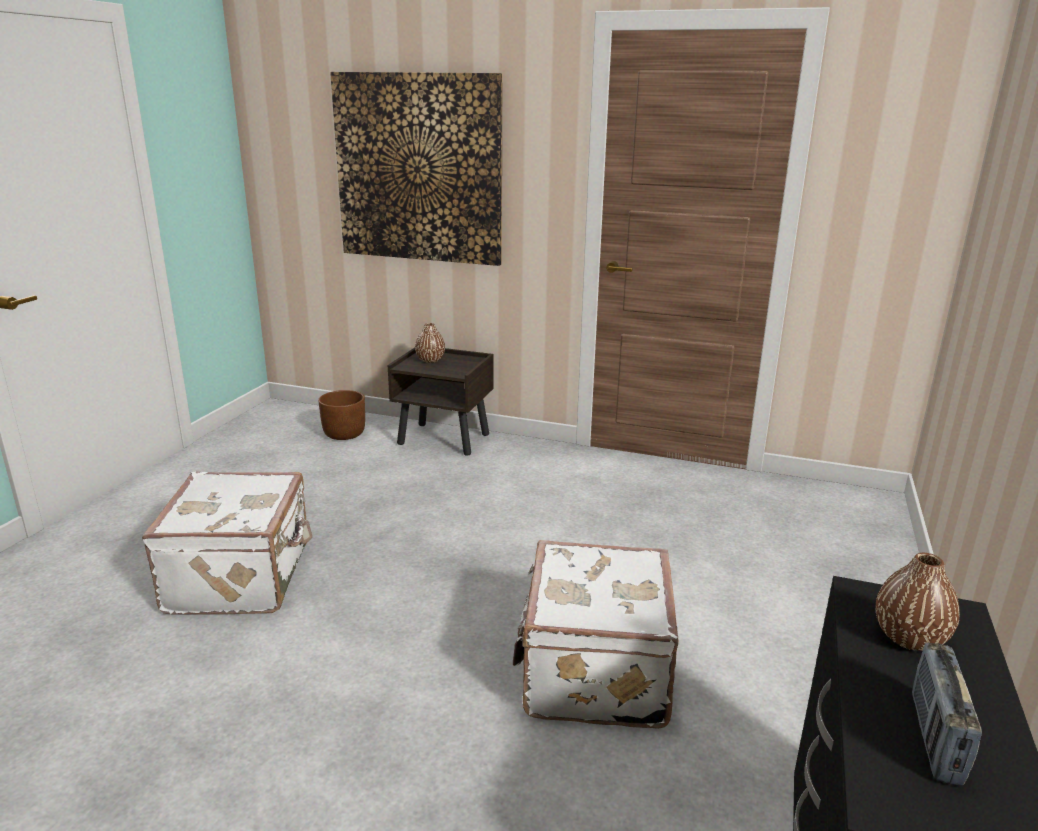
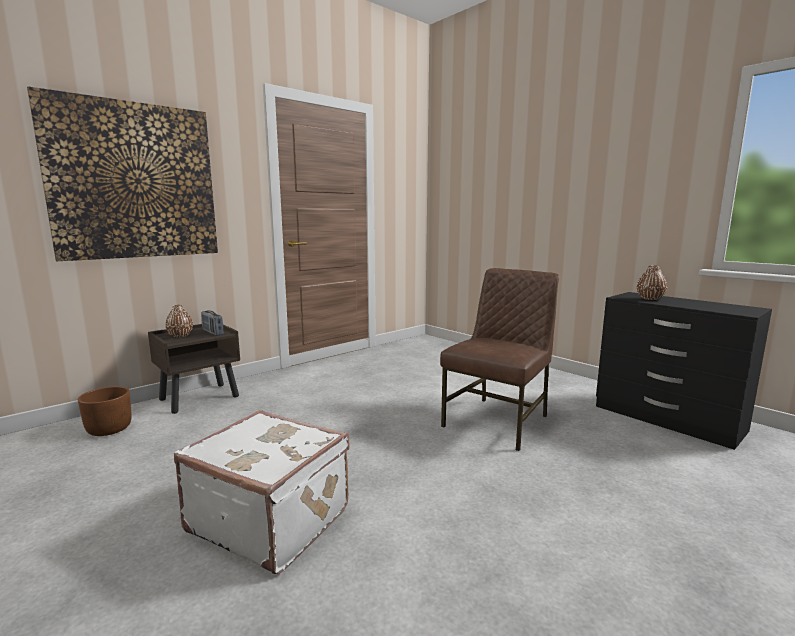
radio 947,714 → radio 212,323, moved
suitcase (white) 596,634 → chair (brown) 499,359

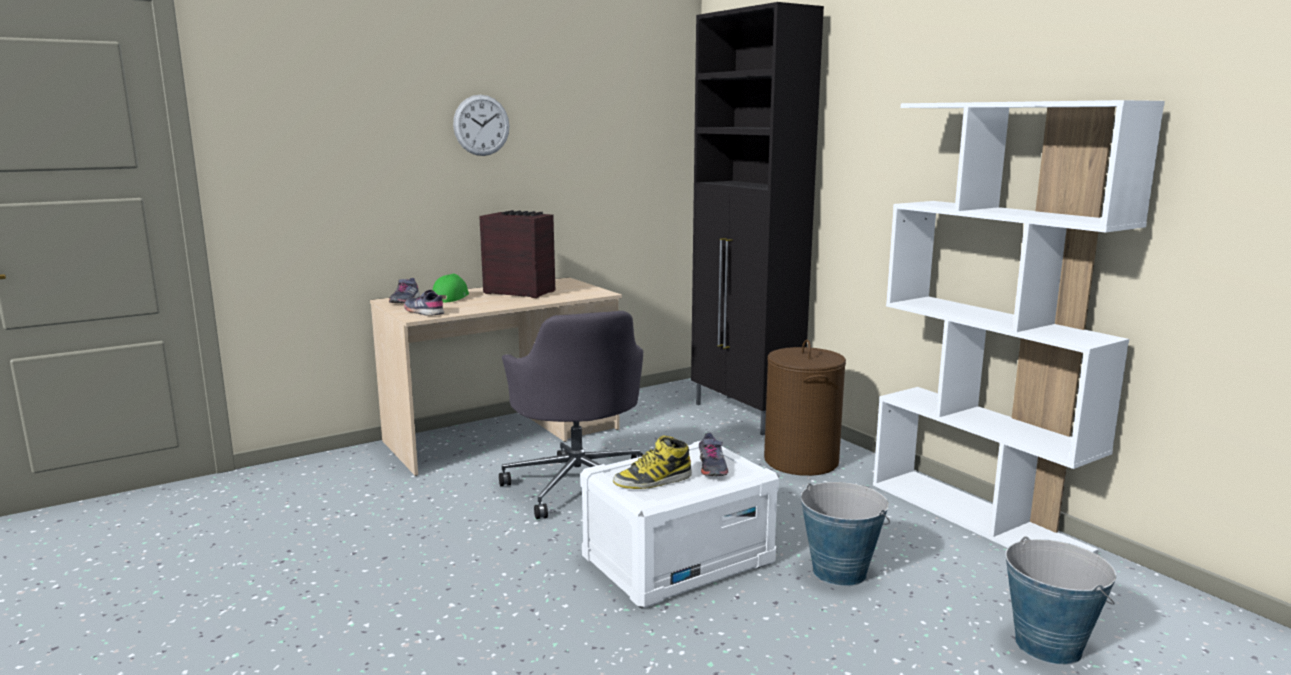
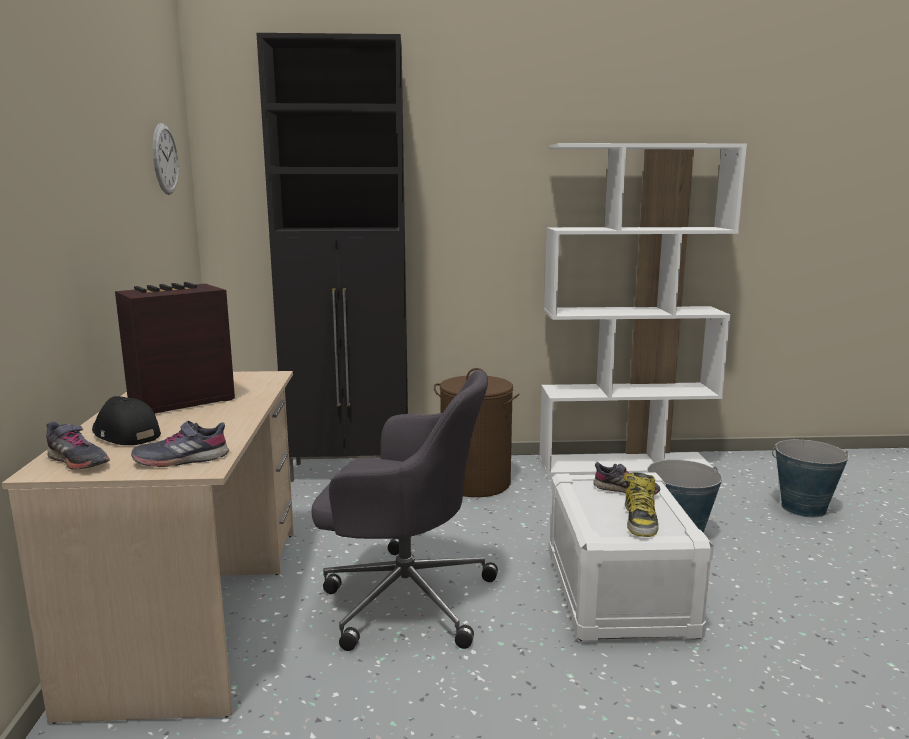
cap (green) 451,288 → cap (black) 126,420
wall clock 481,125 → wall clock 166,159, moved

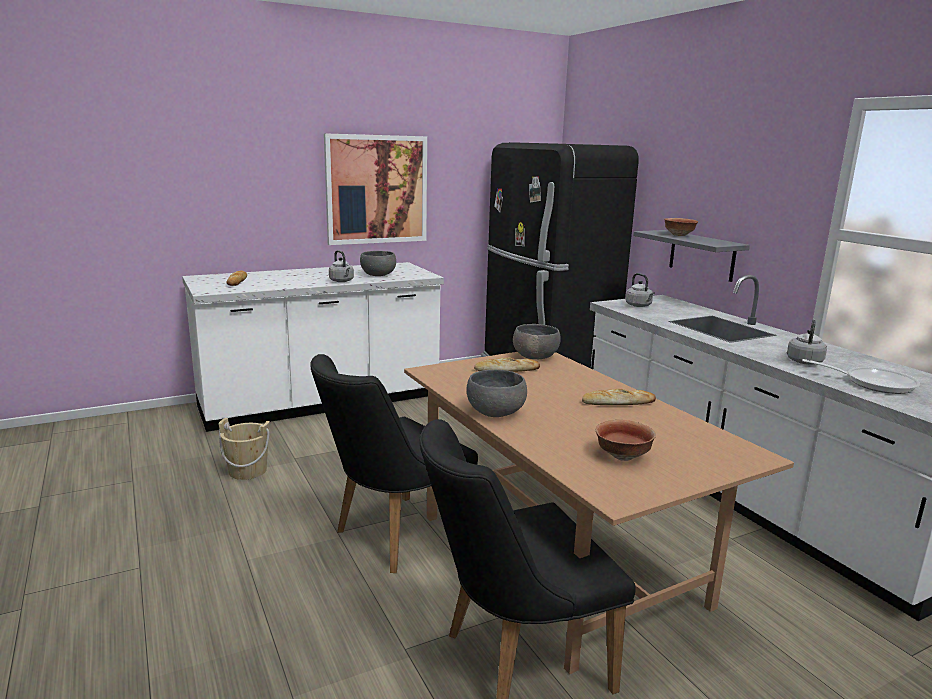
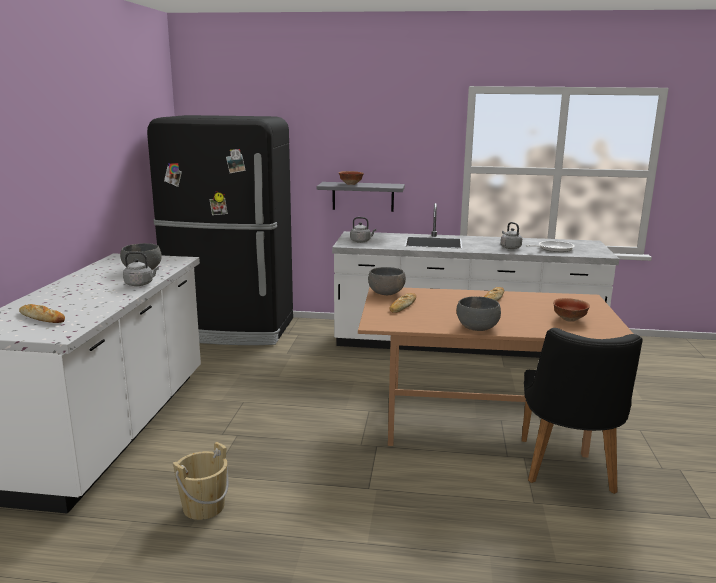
chair (black) 394,463 → -
picture 375,189 → -

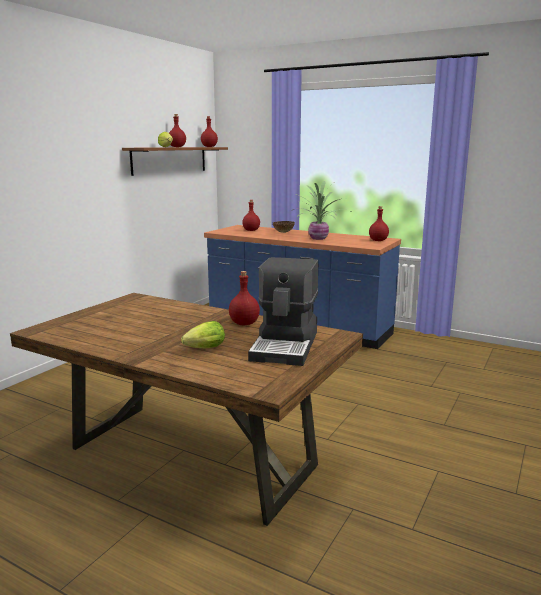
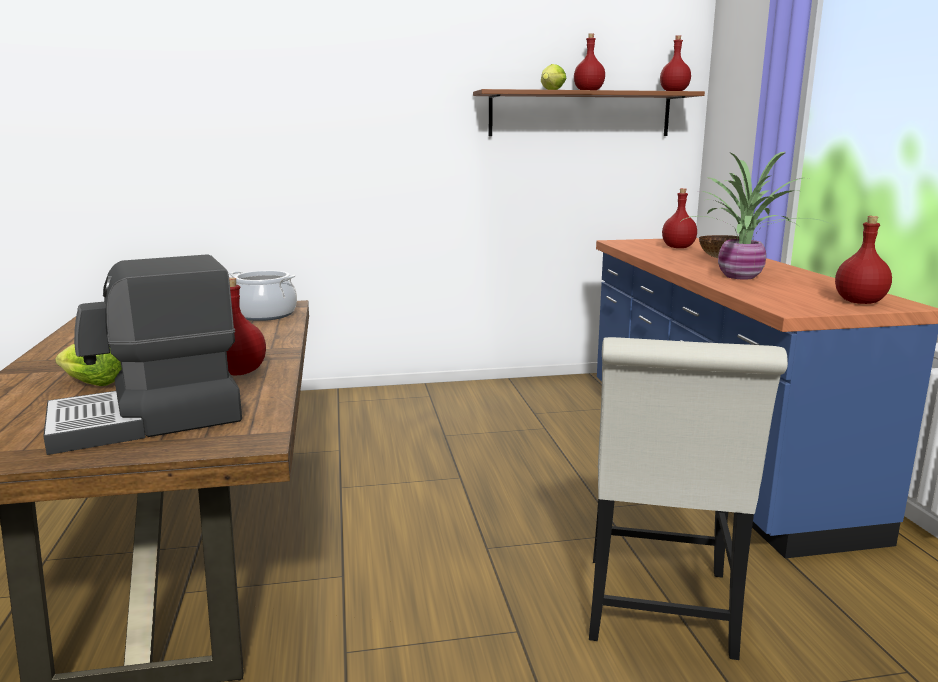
- → cooking pot 263,296
- → chair (white) 688,498

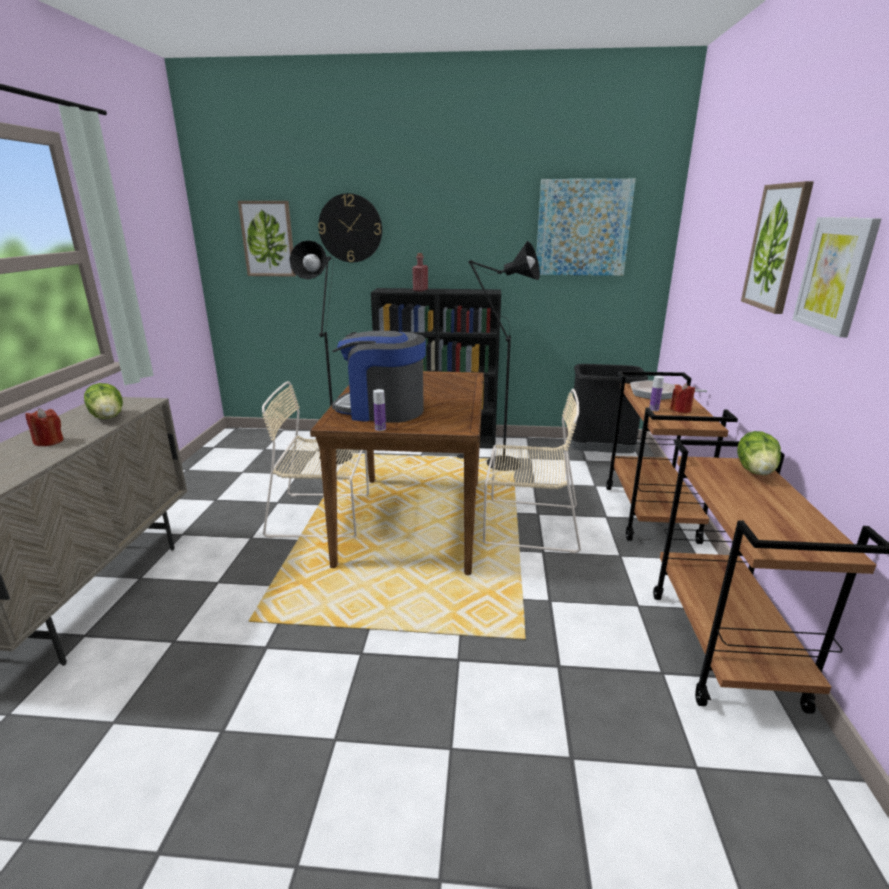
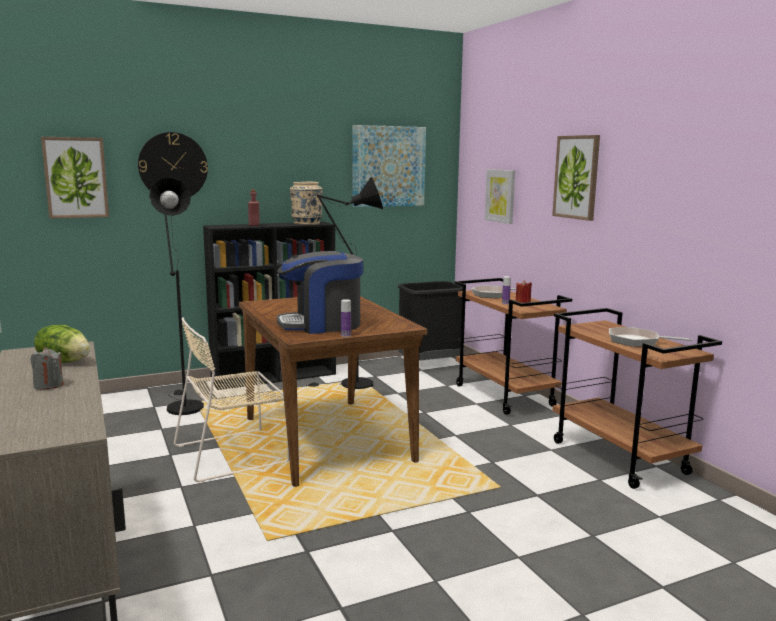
candle (red) 44,427 → candle (grey) 46,368
- → vase (beige) 306,203
picture 836,277 → picture 499,196, moved
- → frying pan 651,337
chair (beige) 532,471 → -
lettuce 759,453 → -

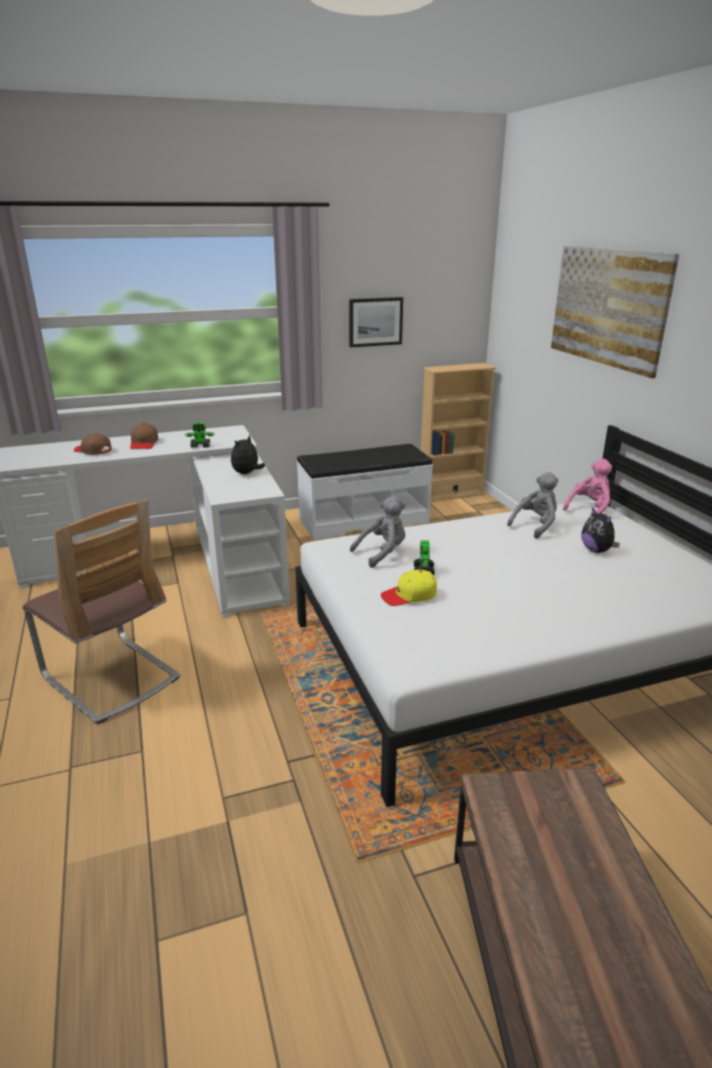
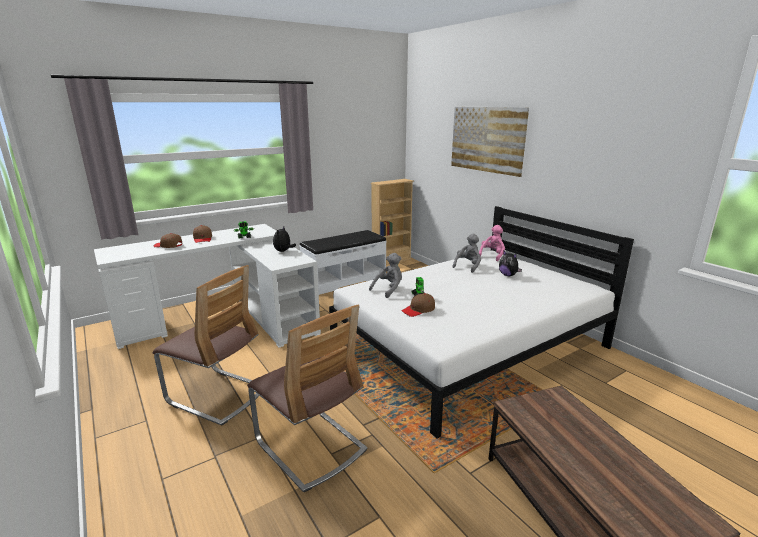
- → chair 307,398
cap (yellow) 409,588 → cap (brown) 418,305
picture 376,322 → -

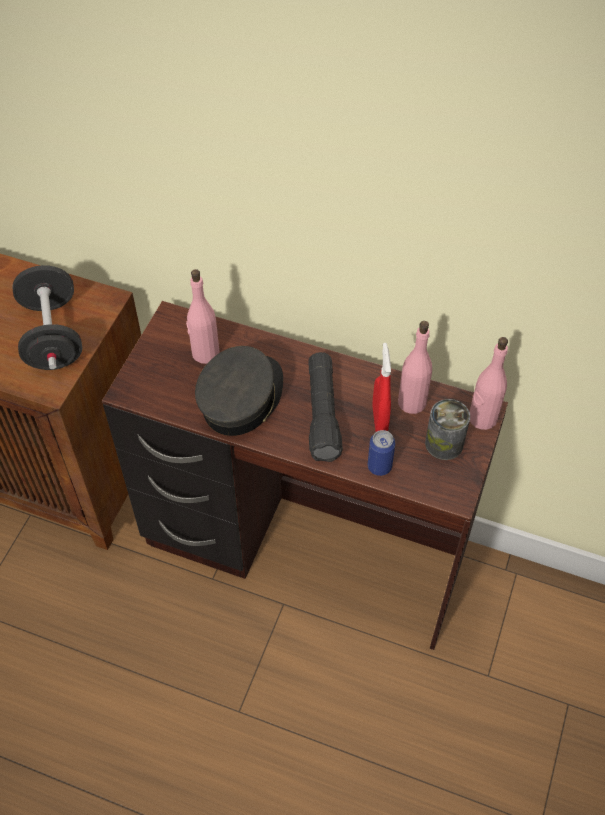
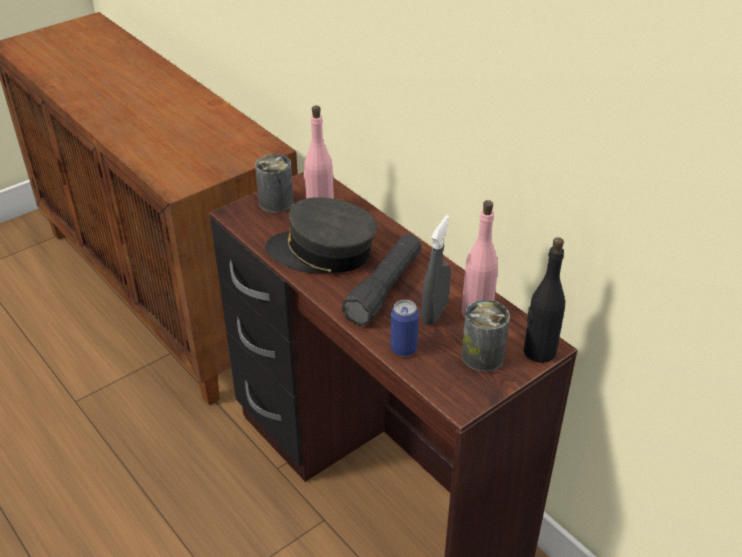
- → can 274,183
cap (grey) 239,391 → cap (grey) 321,235, 135 degrees counterclockwise
spray bottle (red) 381,387 → spray bottle (grey) 436,270
bottle (pink) 489,383 → bottle (black) 544,300
dumbbell (black) 47,317 → -

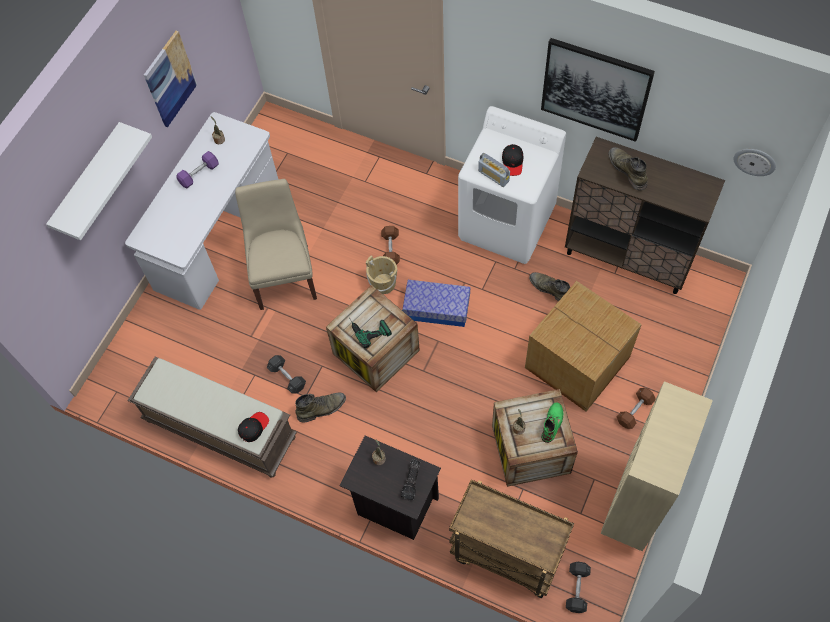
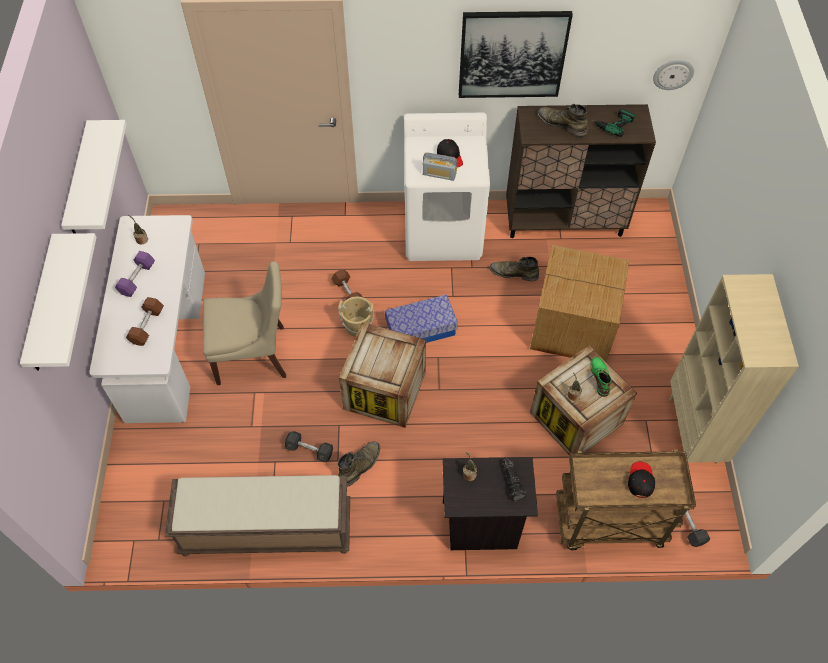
picture 170,79 → shelf (white) 94,177
dumbbell (brown) 636,408 → dumbbell (brown) 145,321, moved
chair (beige) 276,244 → chair (beige) 244,323, 120 degrees clockwise
power drill 371,333 → power drill 612,123, moved
cap (black) 253,427 → cap (black) 641,479, moved

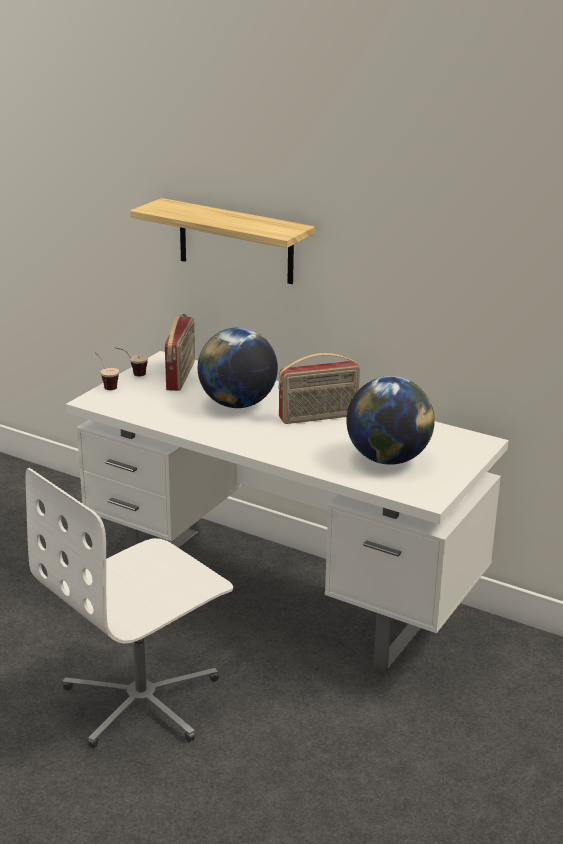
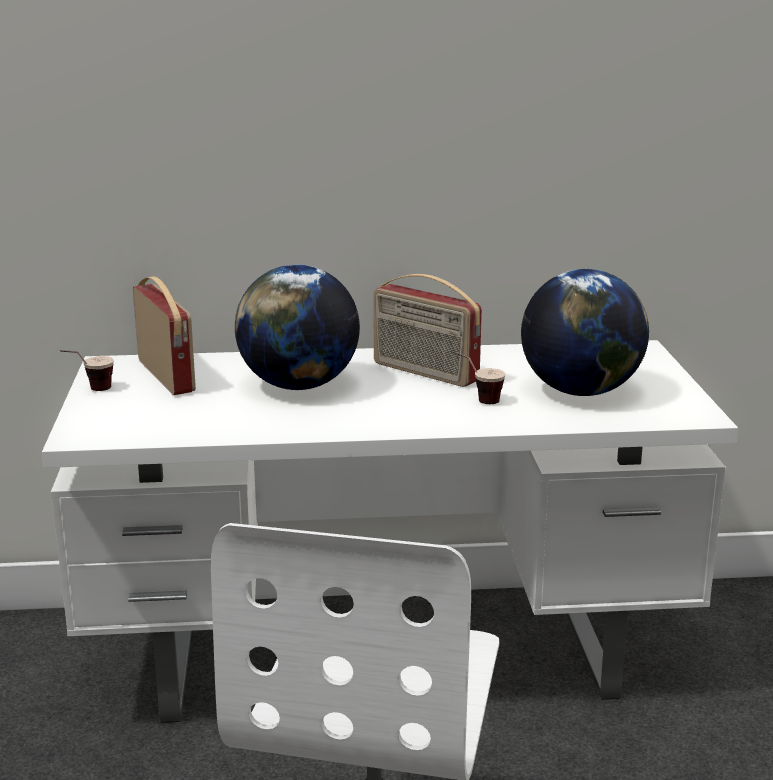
radio 319,388 → radio 427,330, 90 degrees clockwise
cup 107,371 → cup 478,377, moved
shelf 222,241 → -

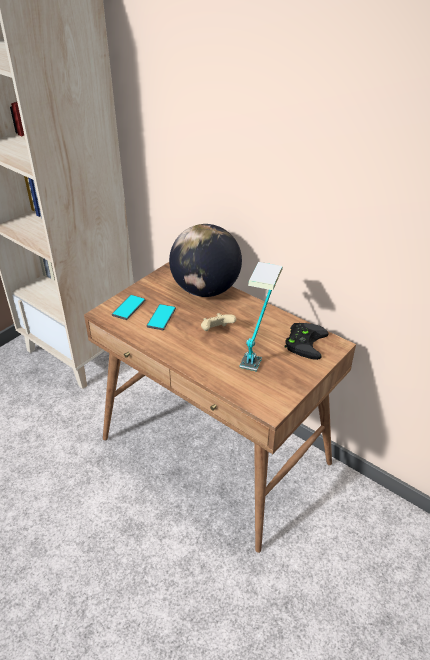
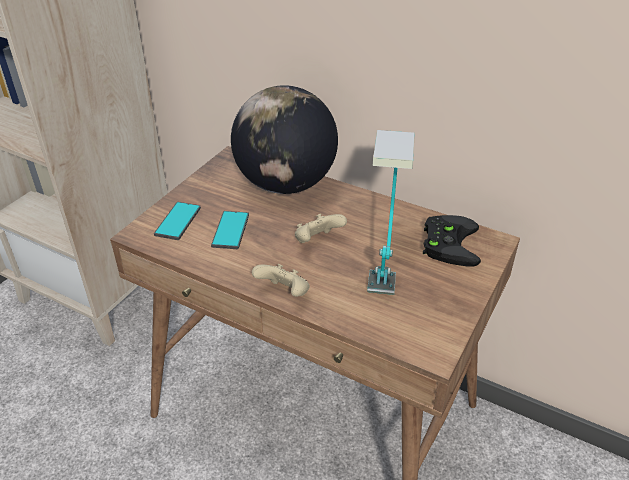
- → game controller (beige) 281,280

